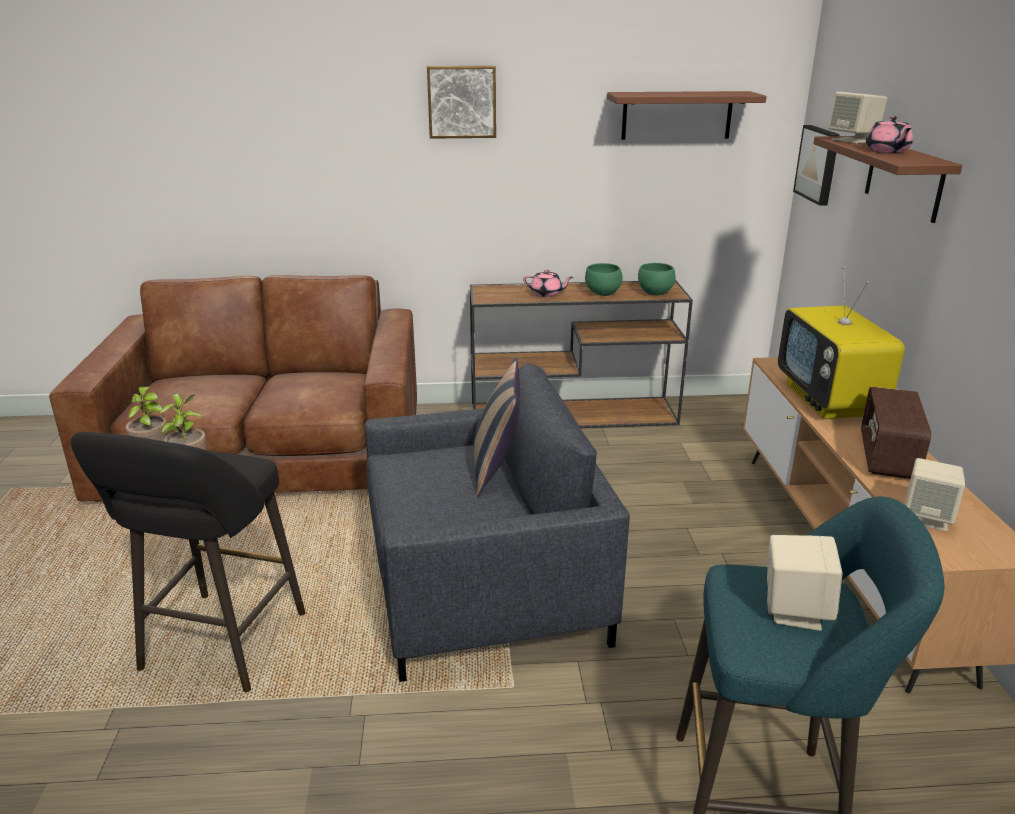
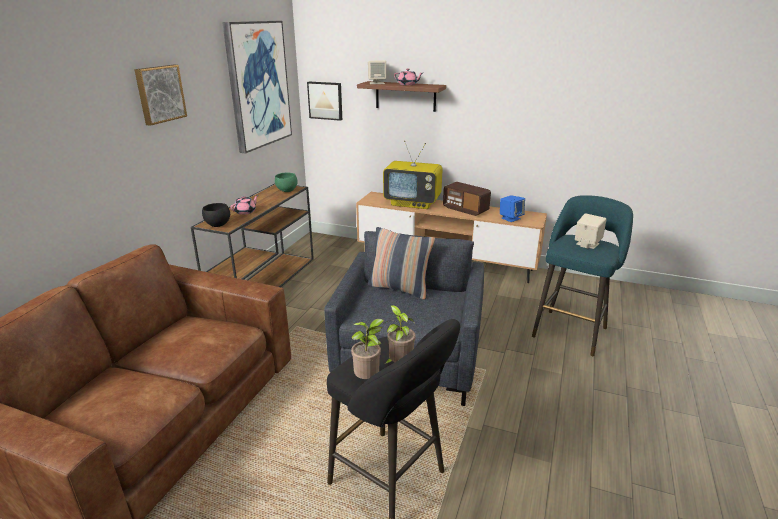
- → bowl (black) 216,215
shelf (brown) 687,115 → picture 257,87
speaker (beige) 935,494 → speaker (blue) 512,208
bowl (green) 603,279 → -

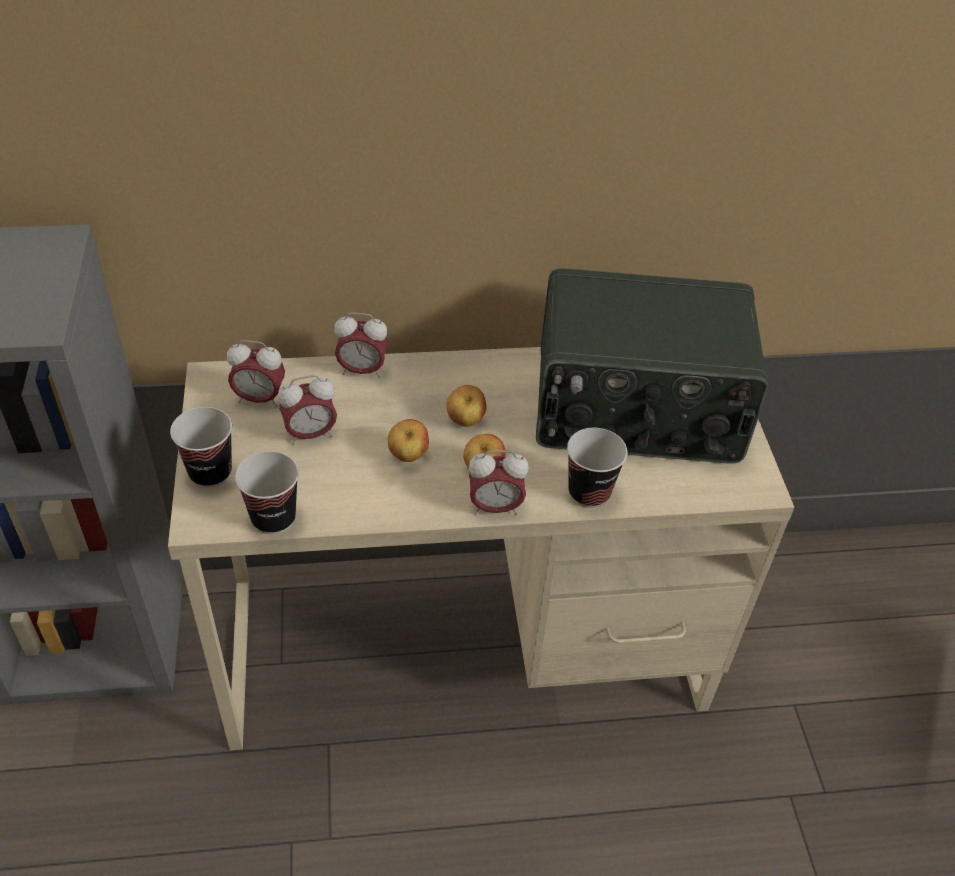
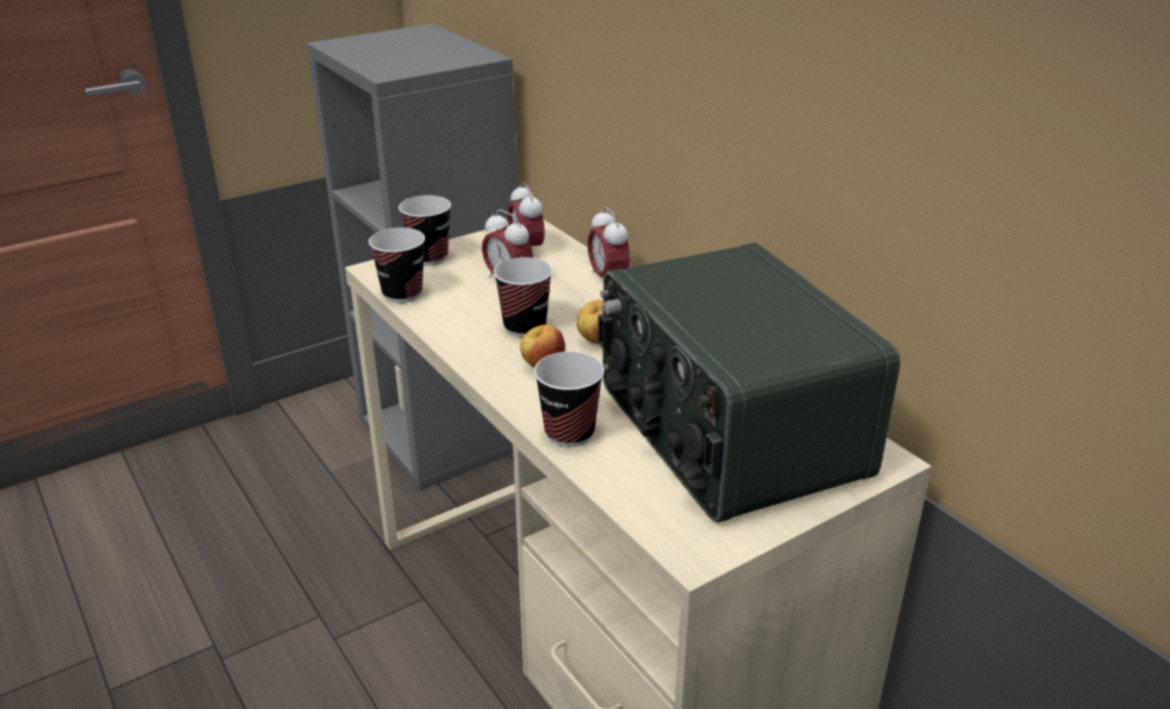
apple 408,440 → cup 523,297
alarm clock 499,482 → -

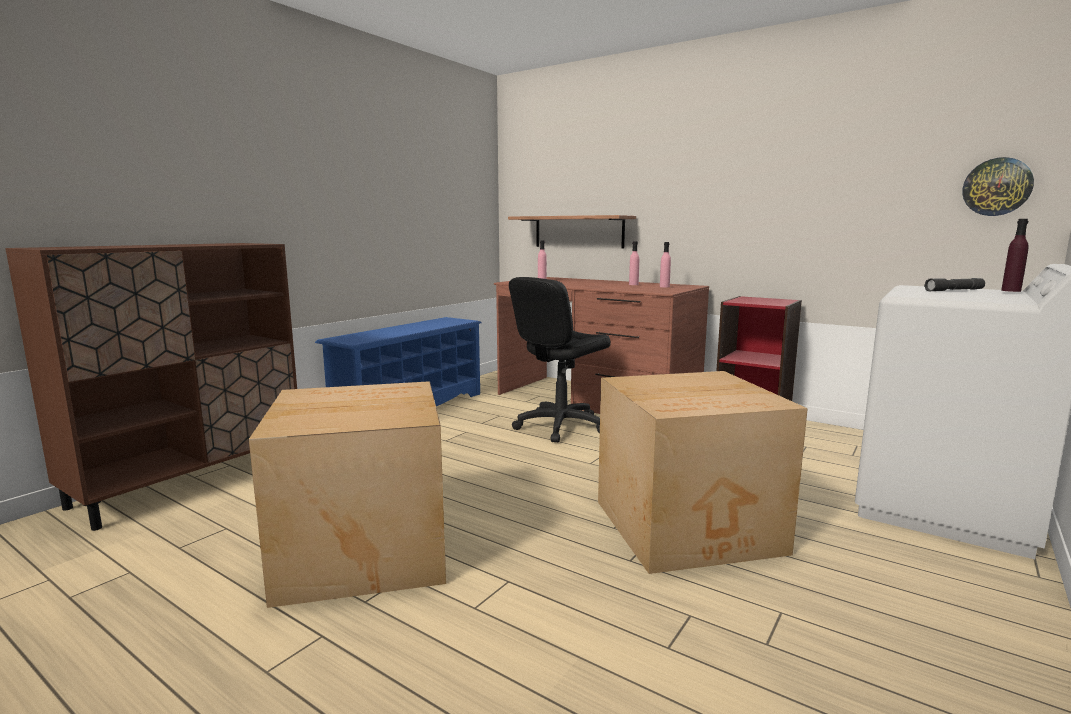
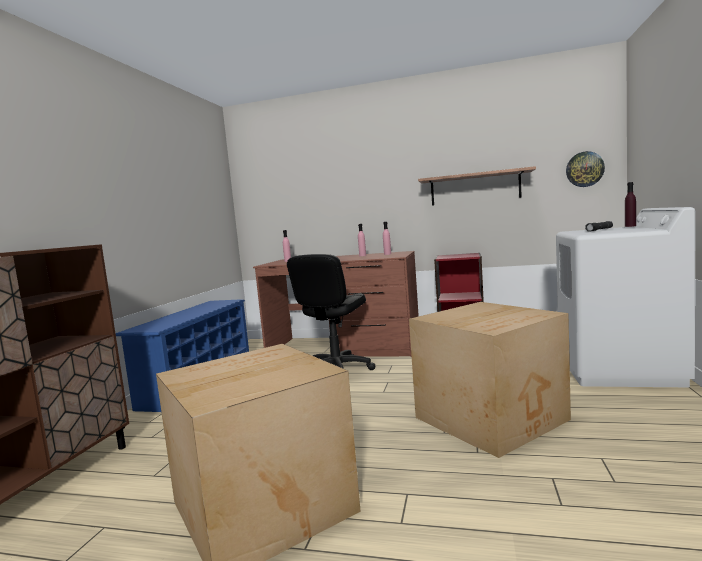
shelf 572,232 → shelf 477,186, moved

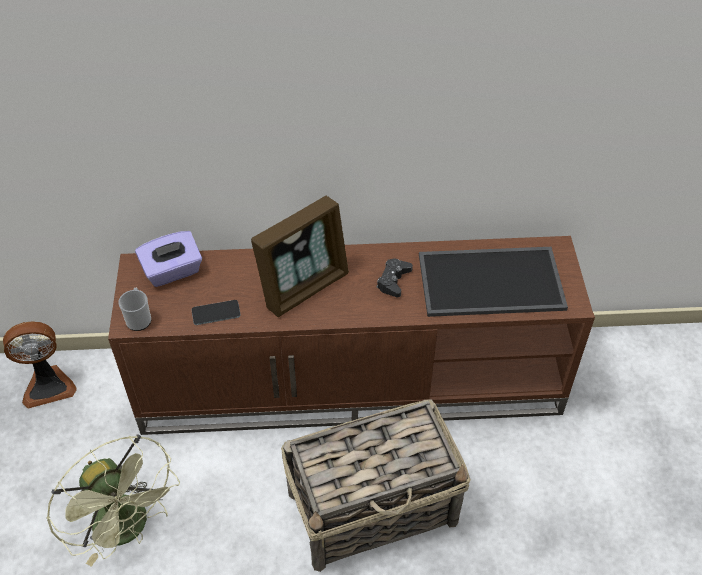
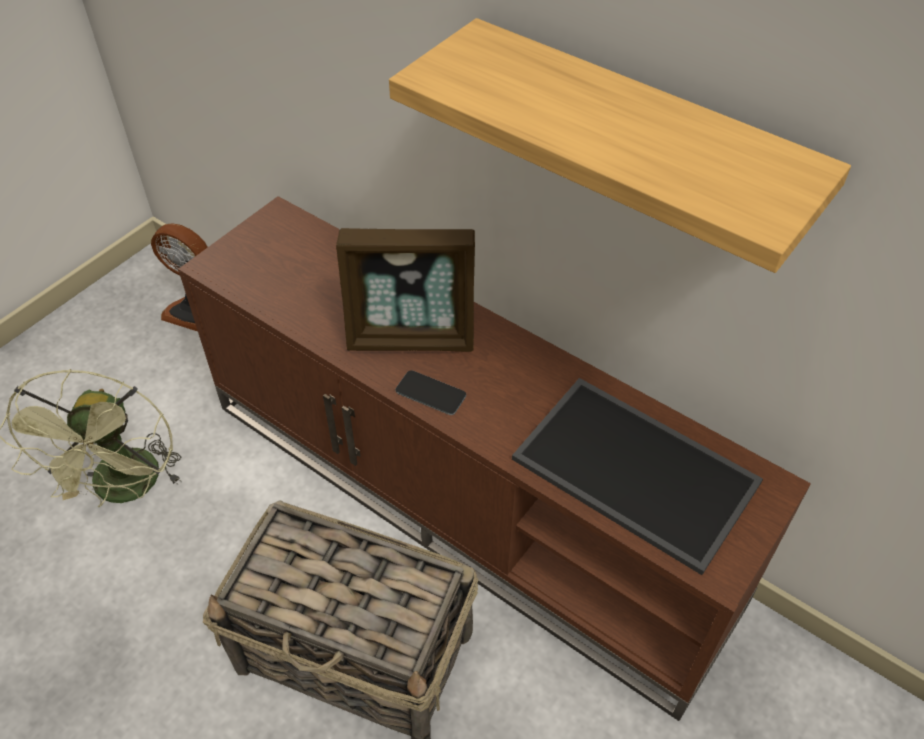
- → shelf 620,145
phone 216,312 → phone 430,392, moved
mug 134,309 → -
tissue box (purple) 168,259 → -
game controller (black) 394,278 → -

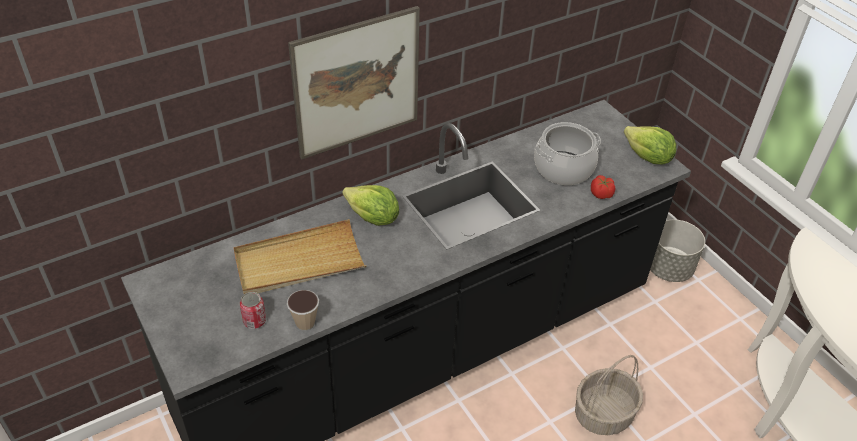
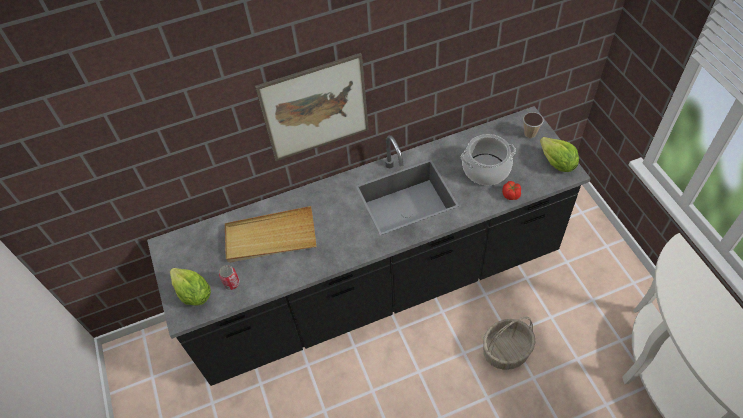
lettuce 370,205 → lettuce 190,287, moved
cup 303,310 → cup 533,125, moved
planter (grey) 677,251 → -

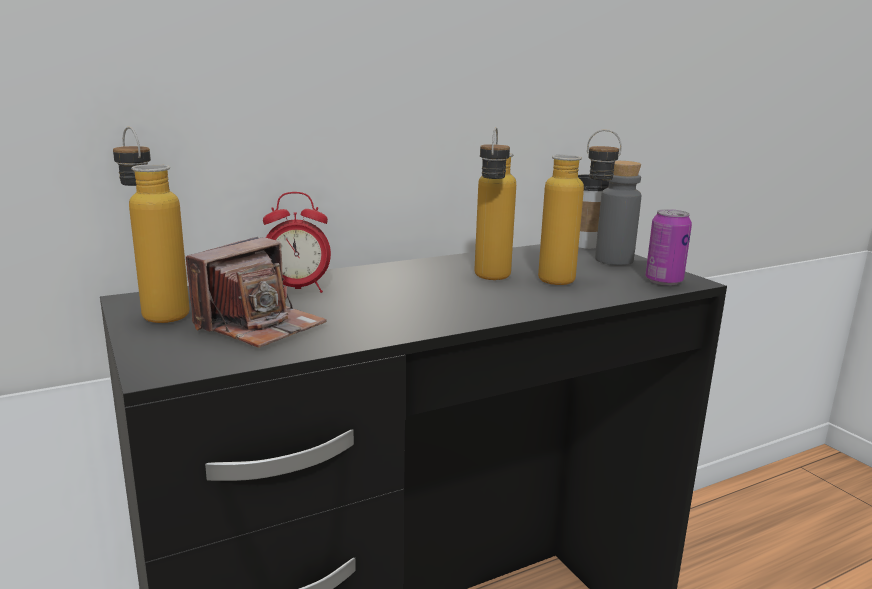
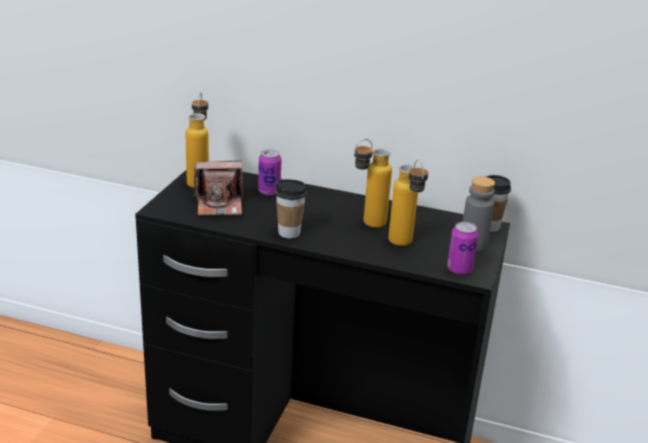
alarm clock 297,242 → can 269,172
- → cup 291,209

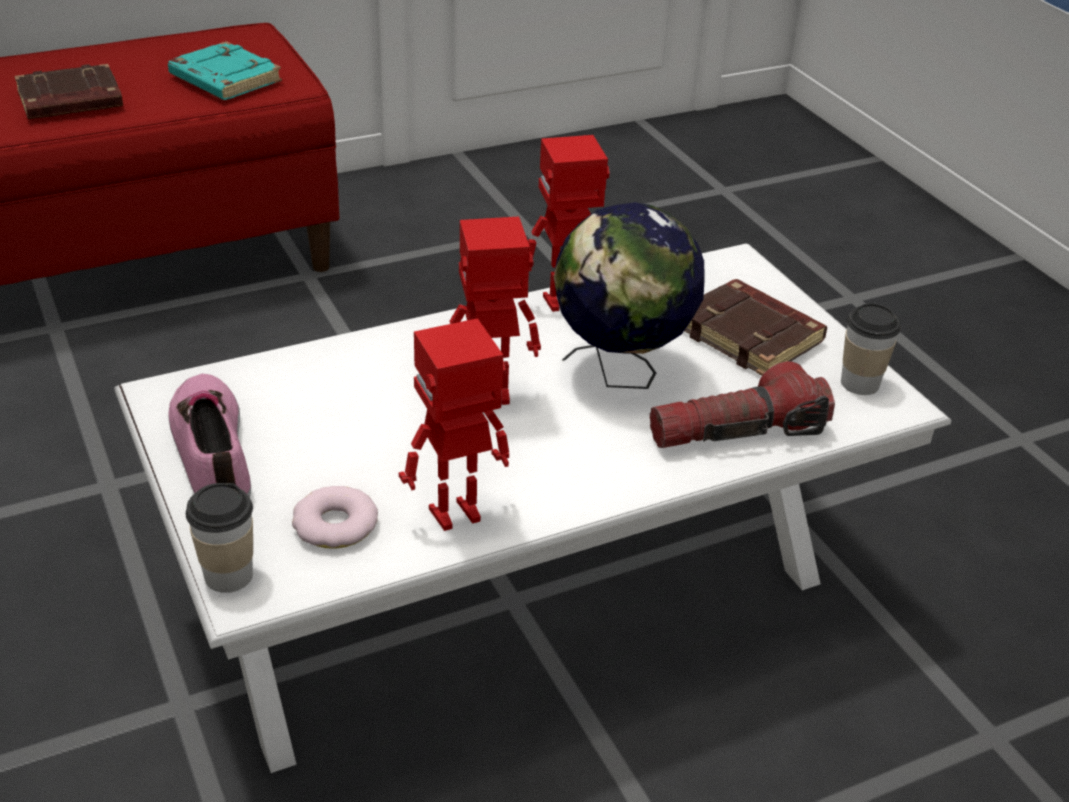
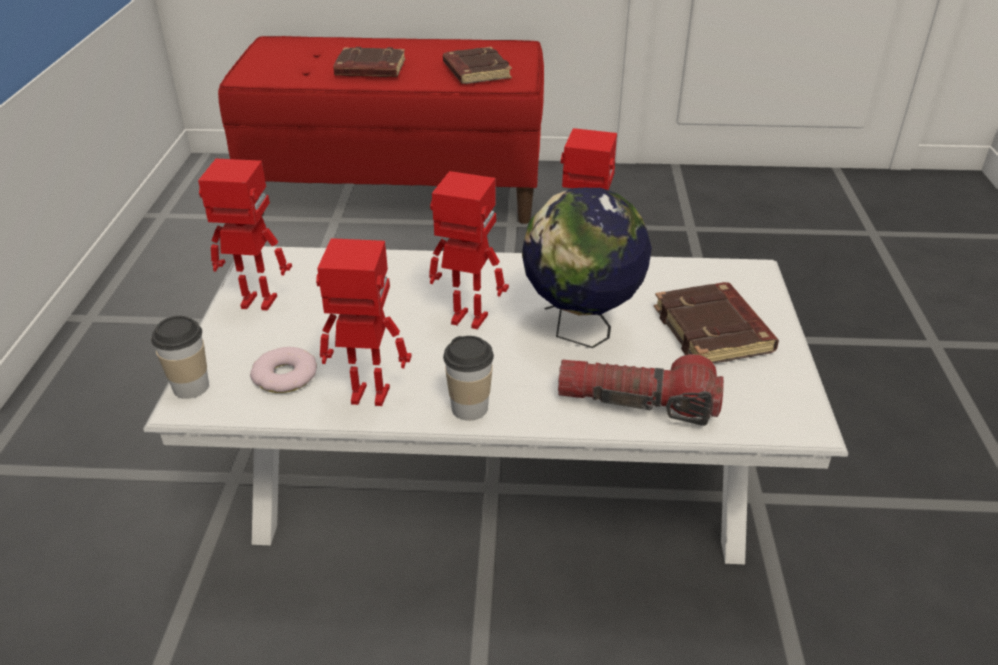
shoe 209,435 → toy robot 245,234
book (turquoise) 225,70 → book (brown) 477,65
cup 871,349 → cup 468,378, moved

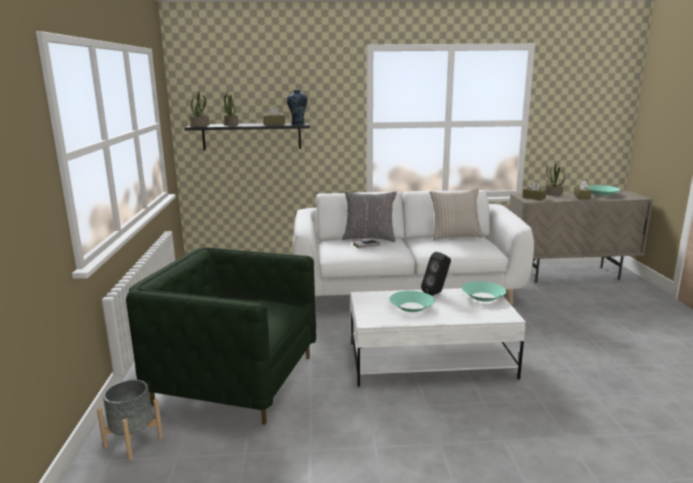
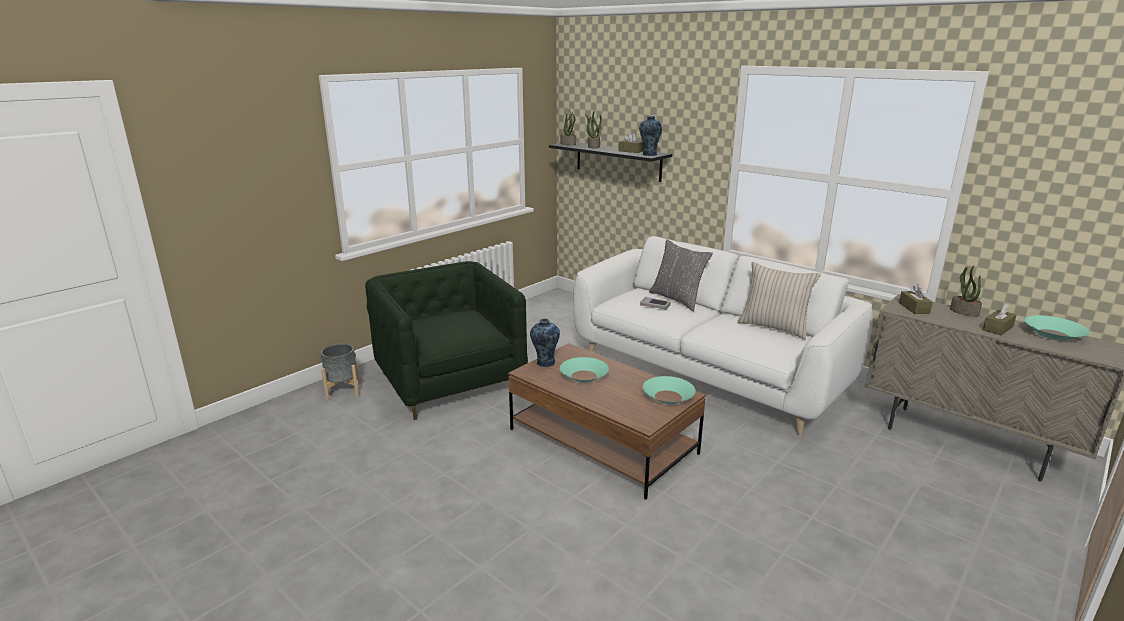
coffee table (white) 438,337 → coffee table (brown) 607,421
- → vase 545,342
speaker (black) 436,274 → -

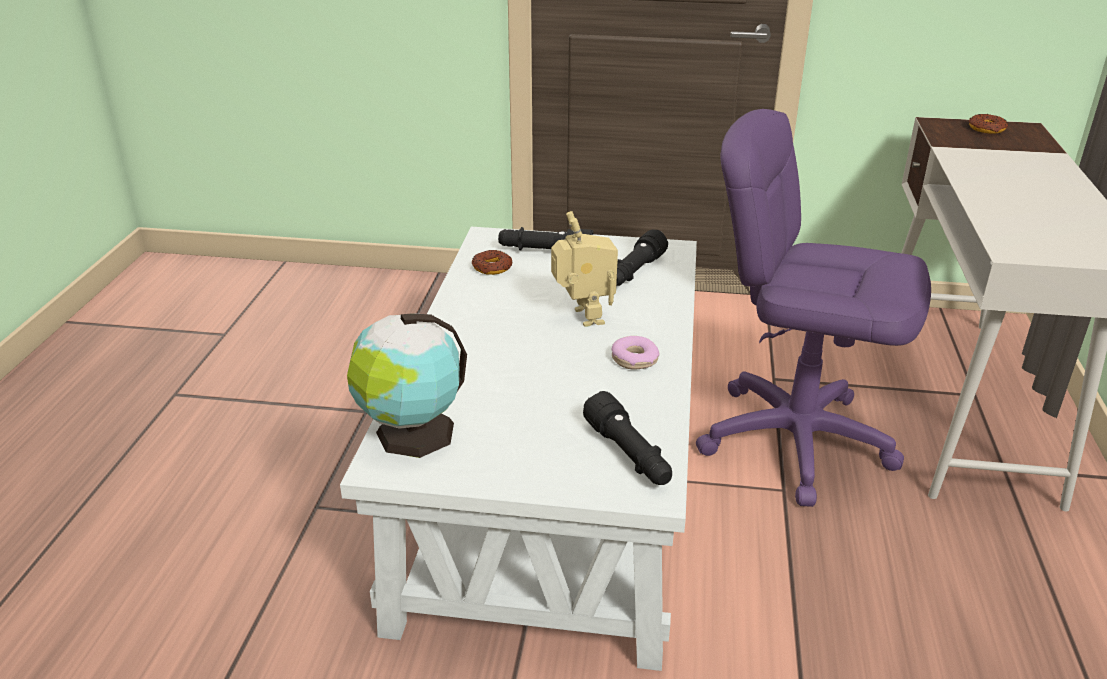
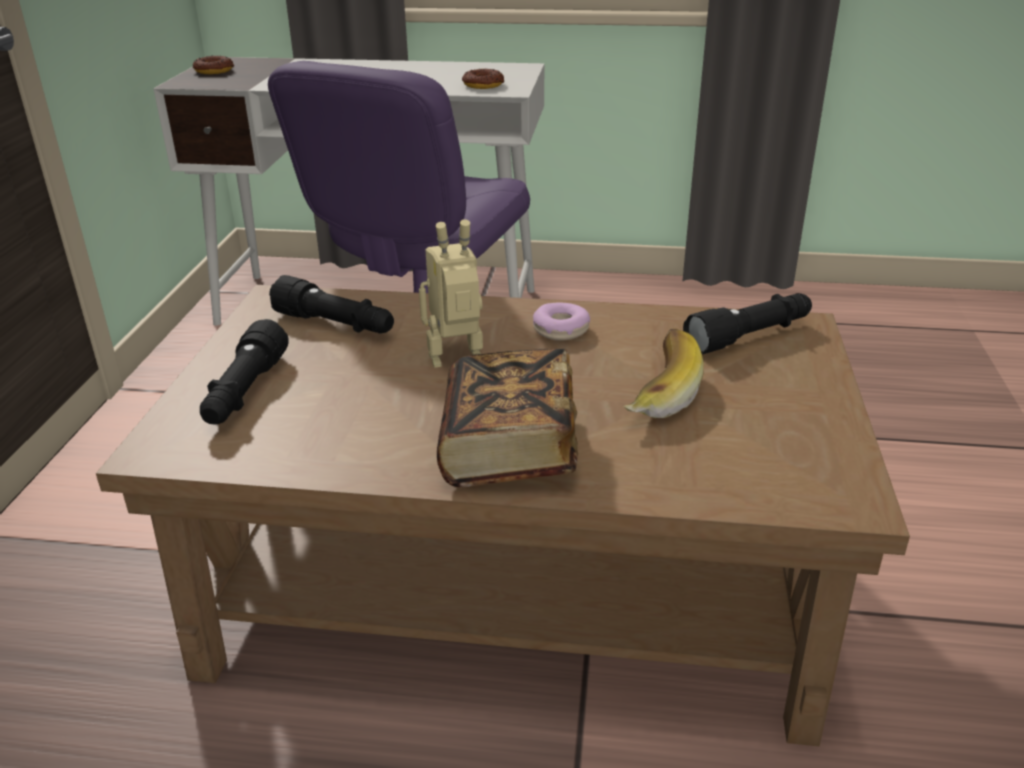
coffee table (white) 518,449 → coffee table (brown) 503,515
- → book 507,418
donut 492,262 → donut 483,78, moved
- → banana 663,373
globe 407,385 → -

